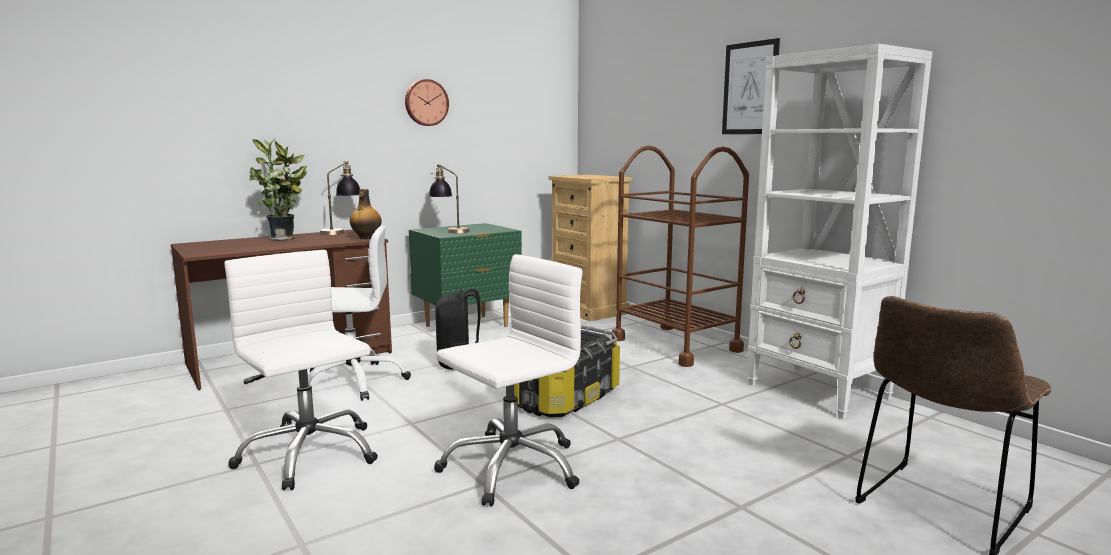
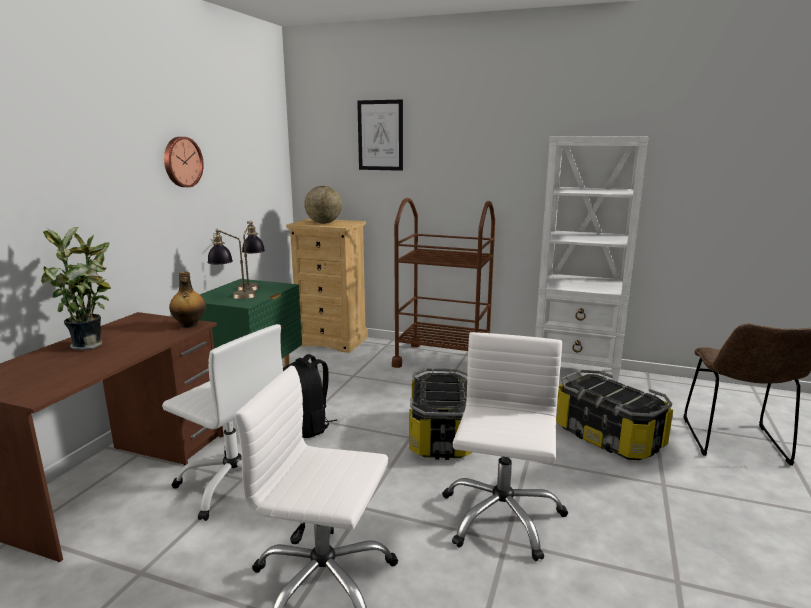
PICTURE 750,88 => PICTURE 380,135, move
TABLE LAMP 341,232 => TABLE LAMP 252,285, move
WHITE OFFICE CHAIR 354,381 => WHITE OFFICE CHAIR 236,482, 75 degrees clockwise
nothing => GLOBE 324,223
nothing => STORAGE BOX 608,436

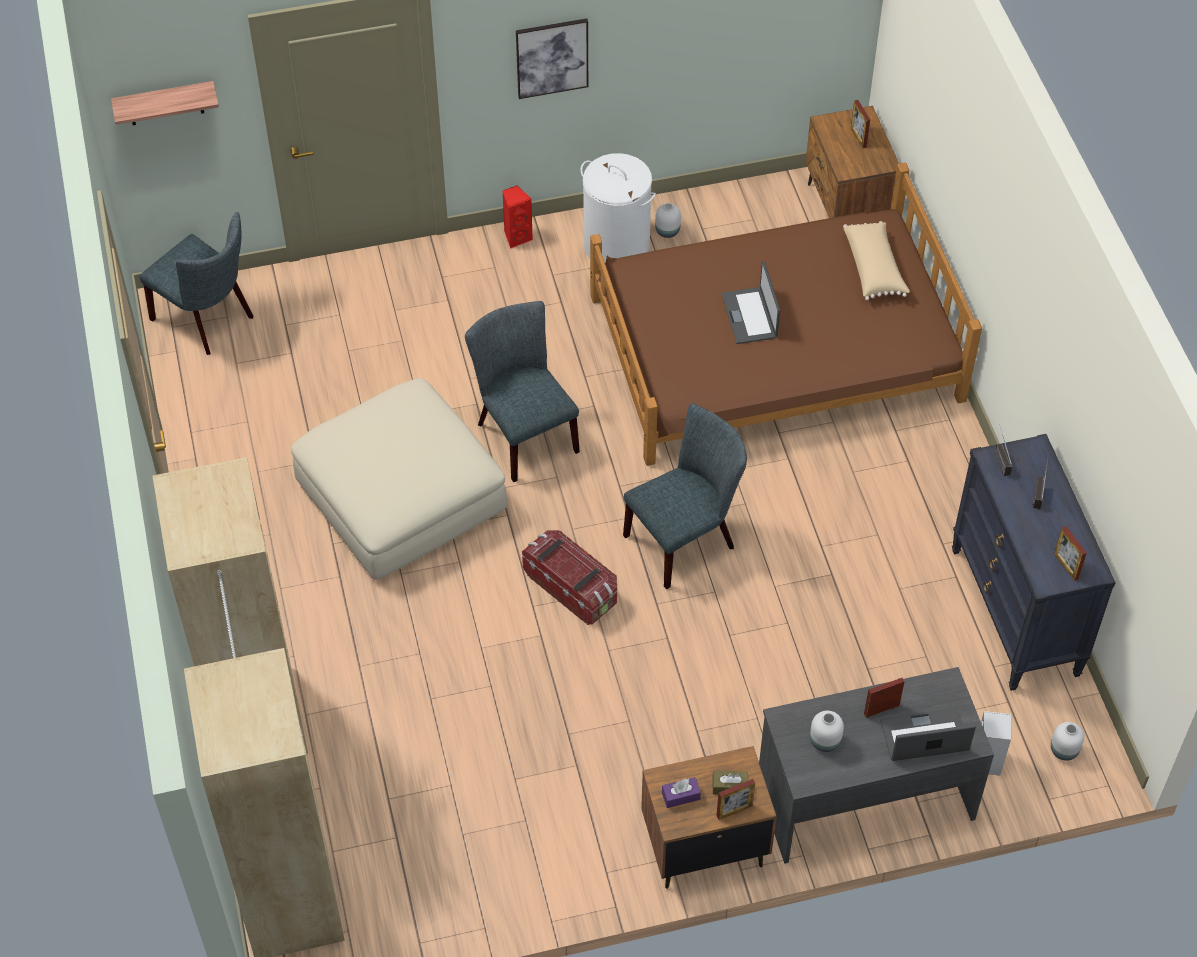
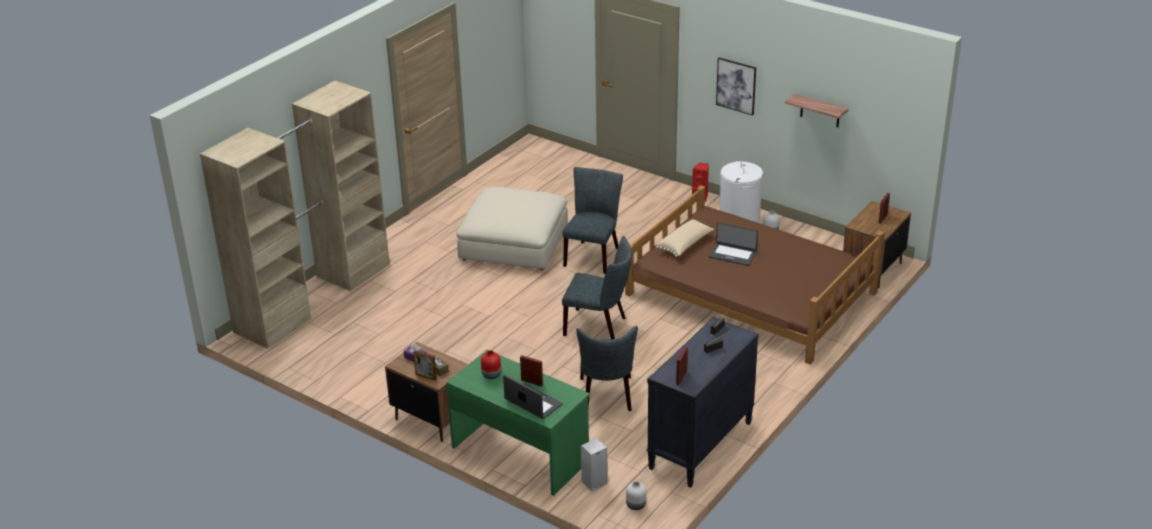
SHELF 165,103 => SHELF 820,111, move
GREY CHAIR 208,320 => GREY CHAIR 607,397, move
BEIGE PILLOW 874,268 => BEIGE PILLOW 685,245, move
LAPTOP 750,316 => LAPTOP 732,254, 105 degrees counterclockwise
STORAGE BOX 571,588 => nothing
GREY DESK 864,798 => GREEN DESK 521,453
WHITE VASE 824,740 => RED VASE 491,374

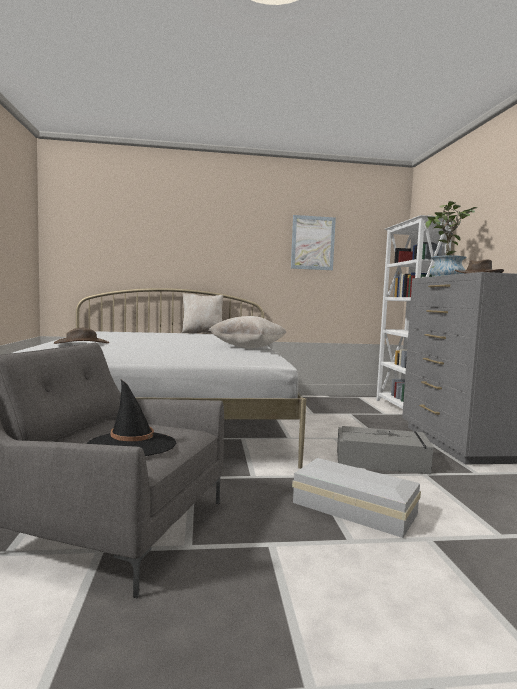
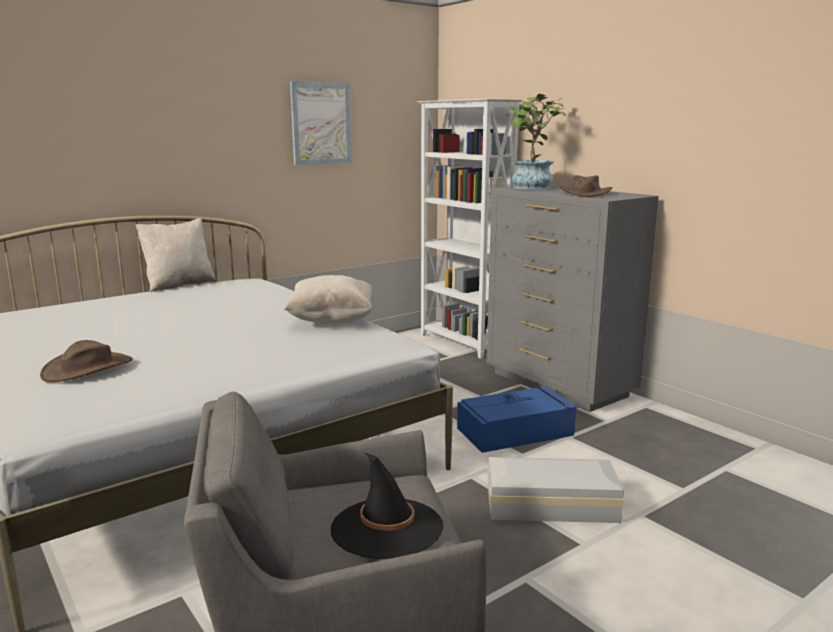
GREY STORAGE BOX 382,461 => BLUE STORAGE BOX 516,431

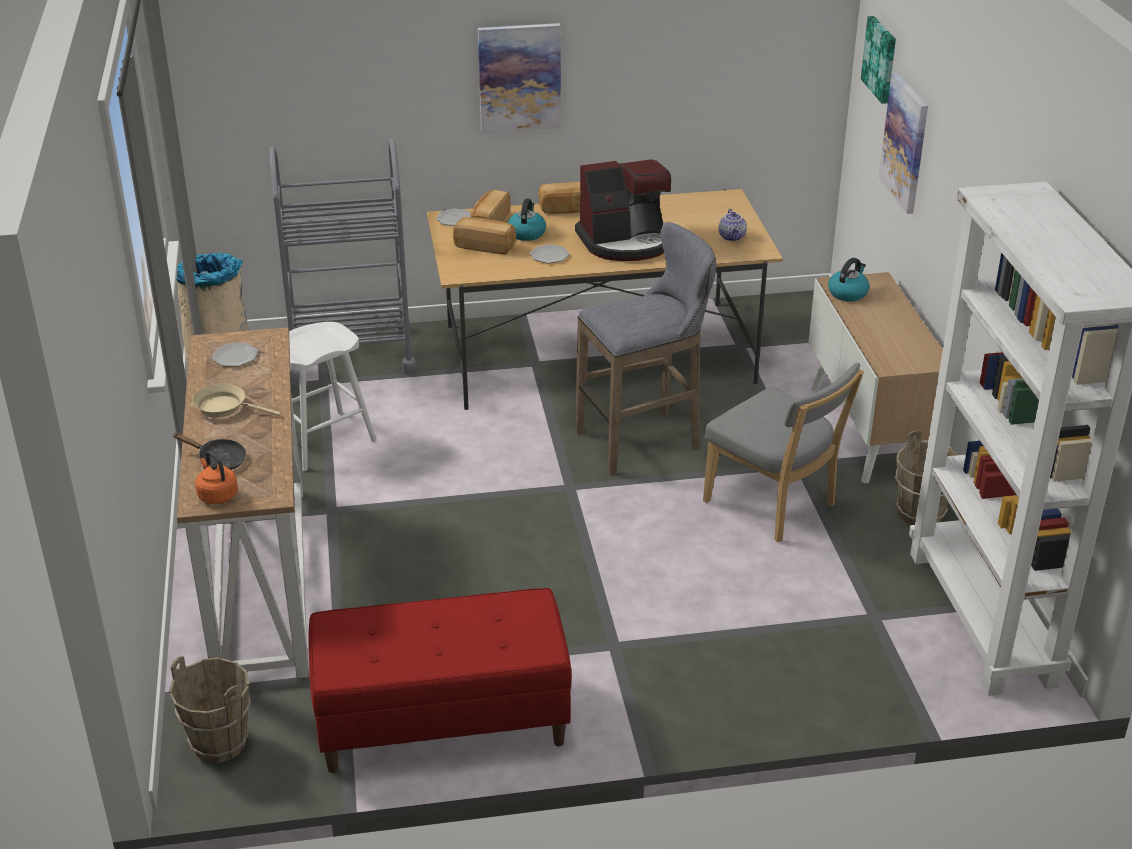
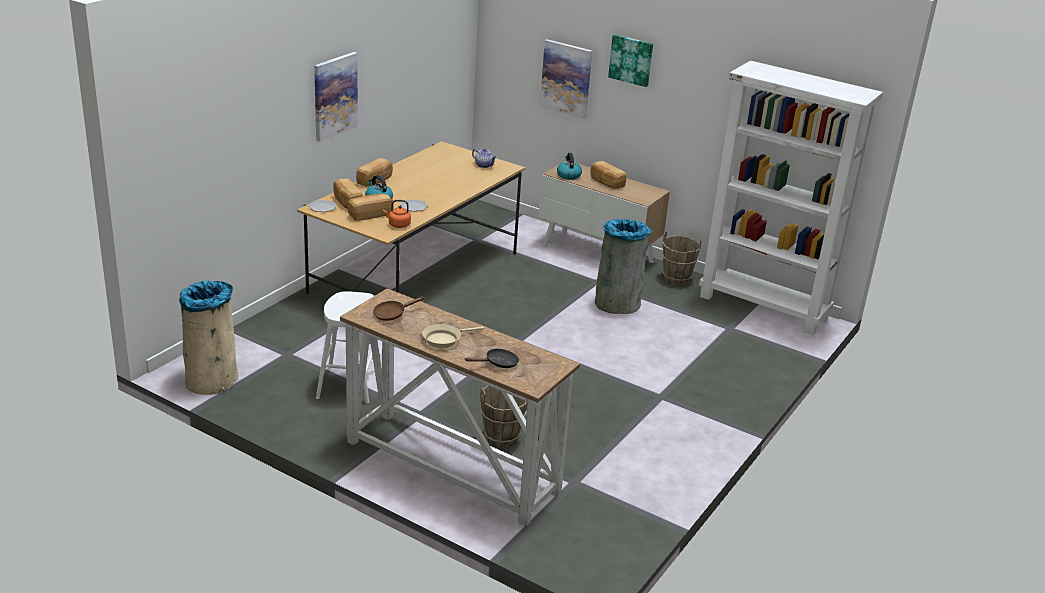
PICTURE 881,59 => PICTURE 631,60, move
GREY CART 351,354 => nothing
COFFEE MACHINE 625,242 => nothing
GREY STOOL 643,440 => nothing
PLATE 235,356 => BROWN FRYING PAN 392,314
GREY CHAIR 774,506 => GREY TRASH CAN 618,304
ORANGE KETTLE 217,495 => ORANGE KETTLE 398,225, move
RED BENCH 442,723 => nothing
BROWN BUCKET 220,743 => BROWN BUCKET 501,437, move
nothing => BREAD 606,183

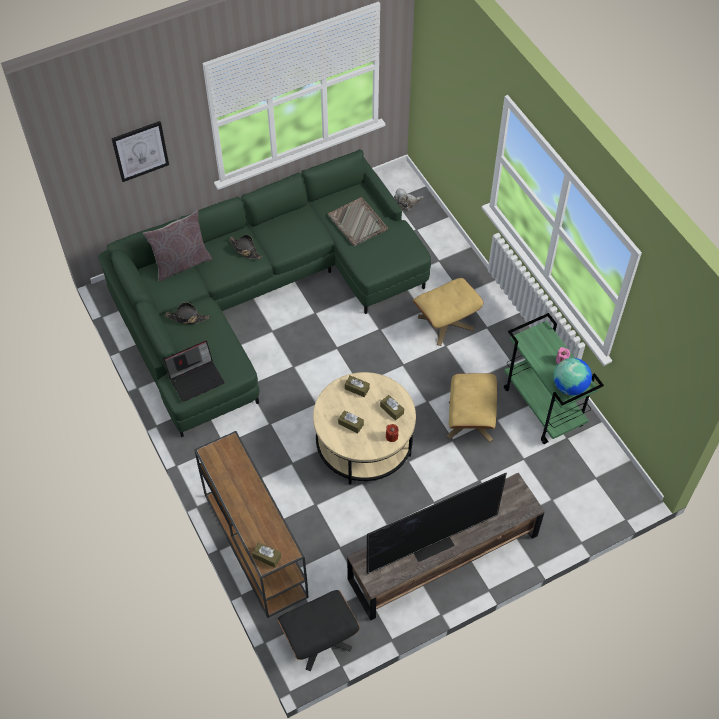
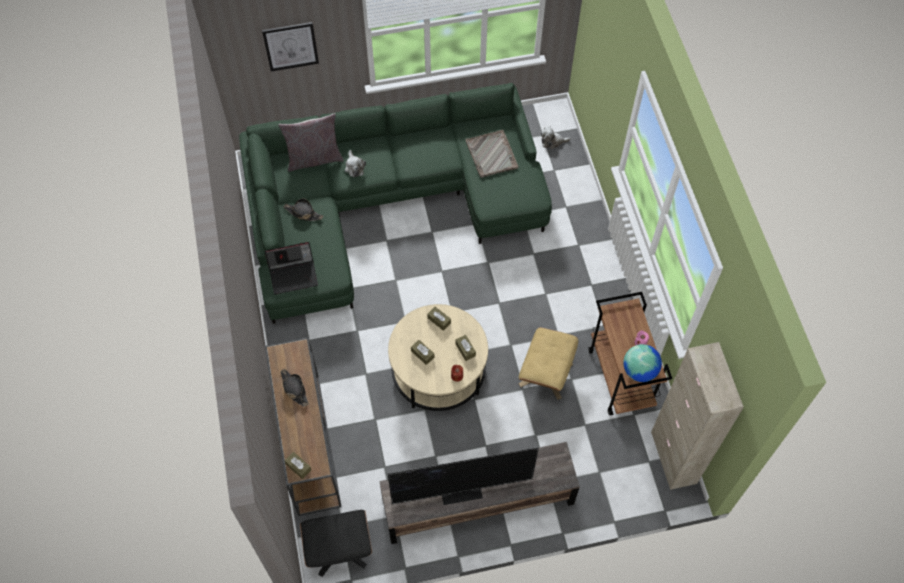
BLACK HAT 245,250 => BLACK HAT 294,389, move
BEIGE OTTOMAN 445,323 => nothing
GREEN CART 543,407 => BROWN CART 621,378
nothing => PLUSH TOY 354,167
nothing => BEIGE CABINET 673,457

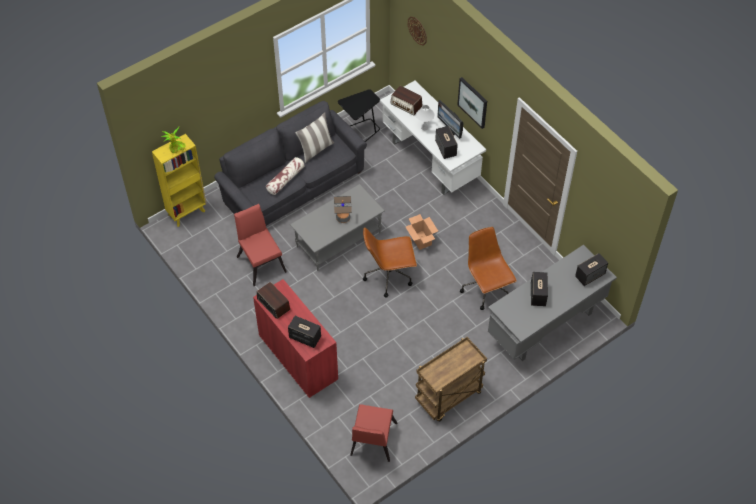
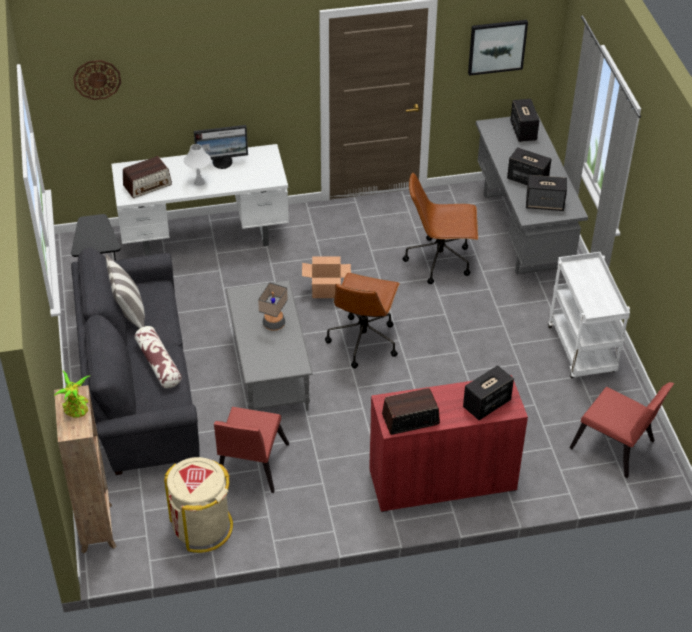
PICTURE 473,102 => PICTURE 497,46, move
SPEAKER 446,149 => SPEAKER 545,204, move
YELLOW BOOKCASE 187,212 => BROWN BOOKCASE 97,527
RED CHAIR 260,261 => RED CHAIR 250,467, 75 degrees counterclockwise
BROWN CART 448,397 => WHITE CART 582,351
nothing => BEIGE TRASH CAN 202,526

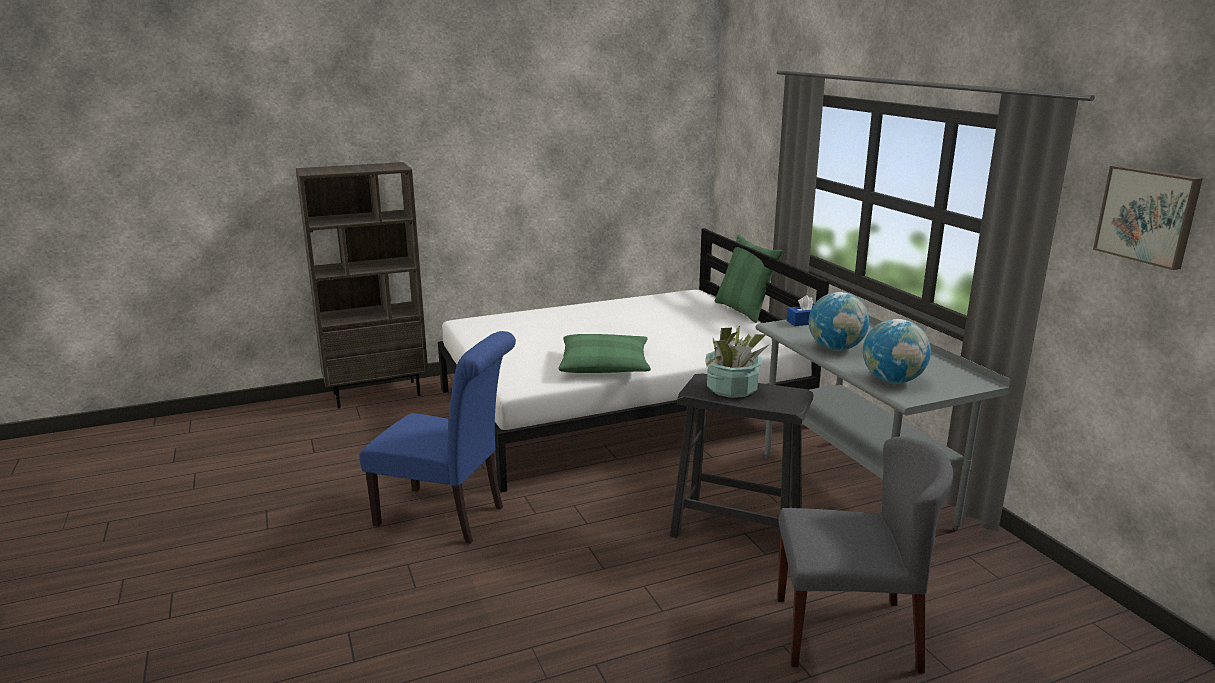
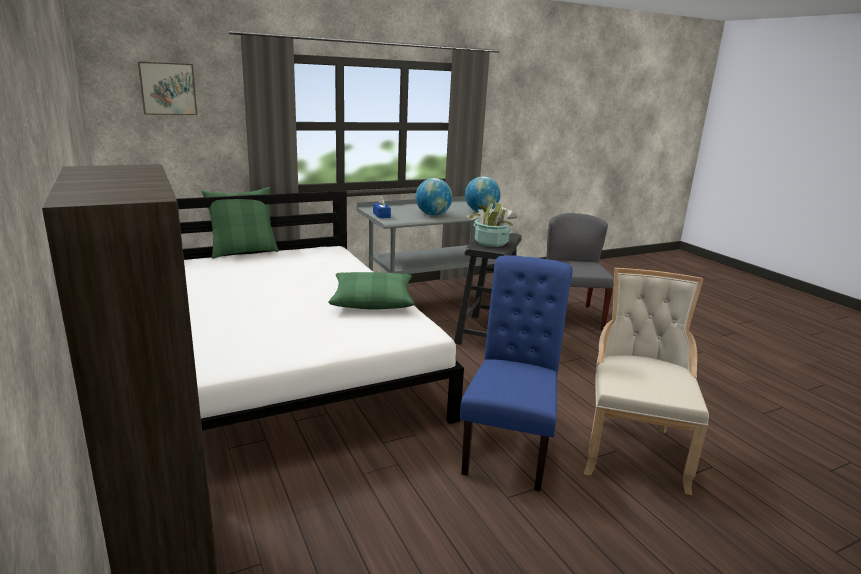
PICTURE 1148,215 => PICTURE 168,88, move
nothing => BEIGE CHAIR 632,449

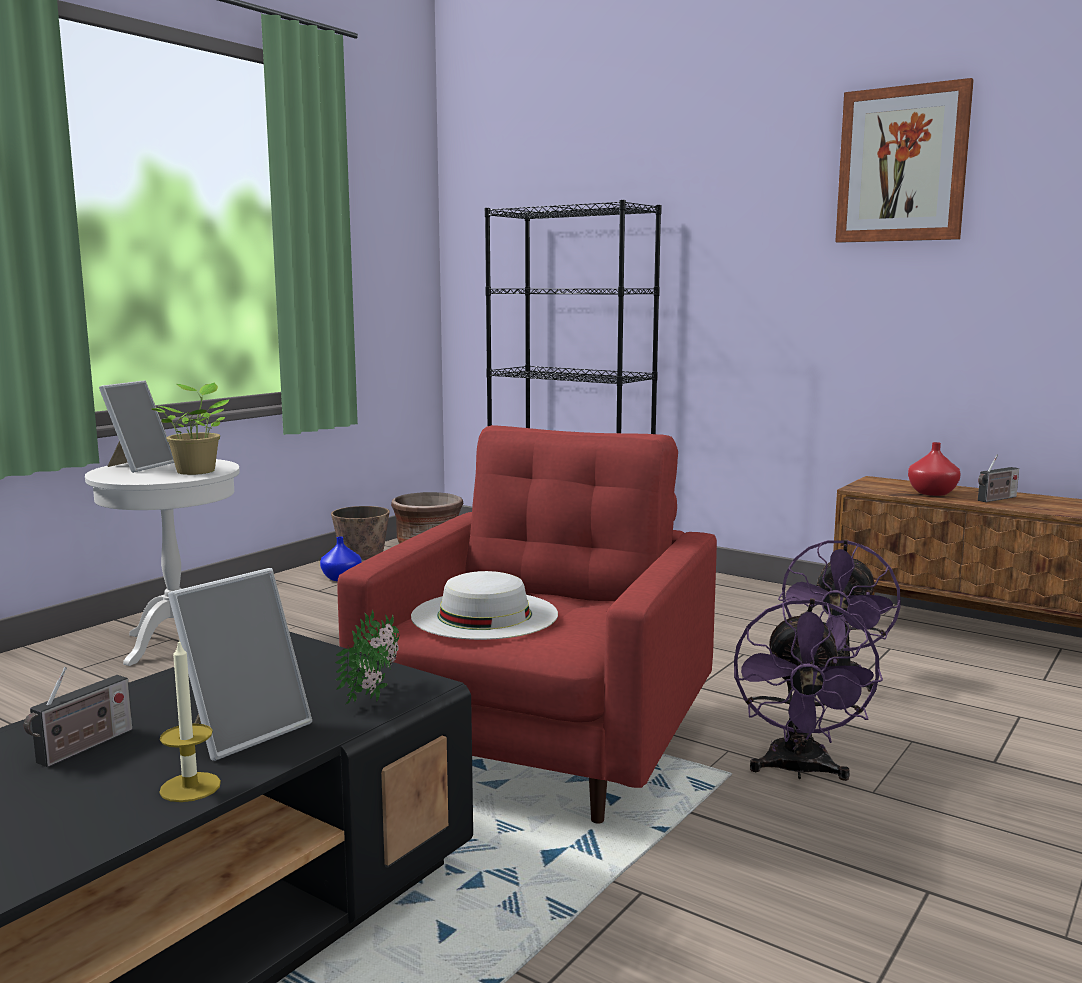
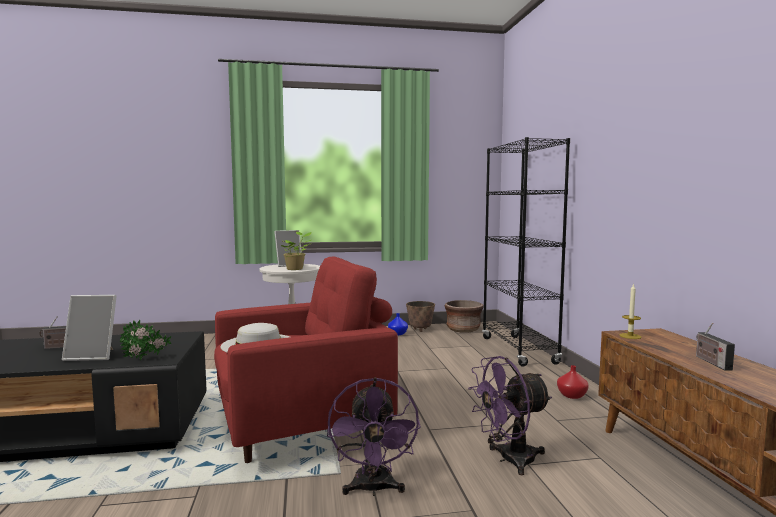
PICTURE 902,165 => nothing
RED VASE 932,493 => RED VASE 572,395, move
RADIO 996,499 => RADIO 711,362, 75 degrees clockwise
PURPLE FAN 798,771 => PURPLE FAN 373,489, 60 degrees counterclockwise
CANDLE 190,787 => CANDLE 630,336, move

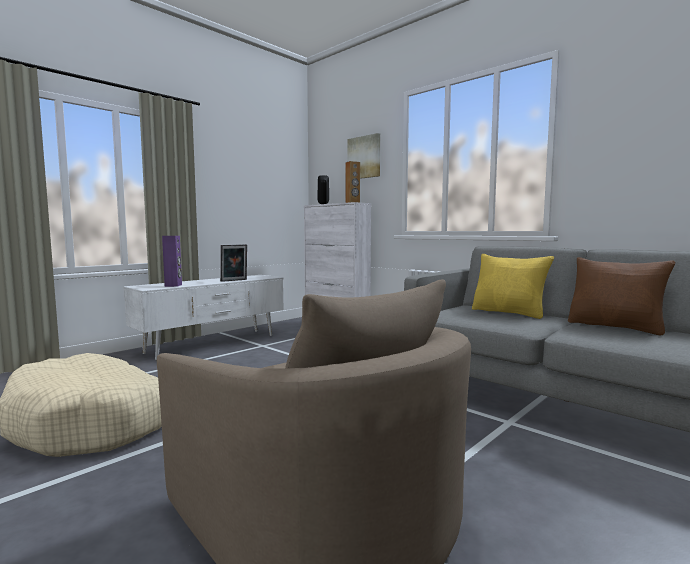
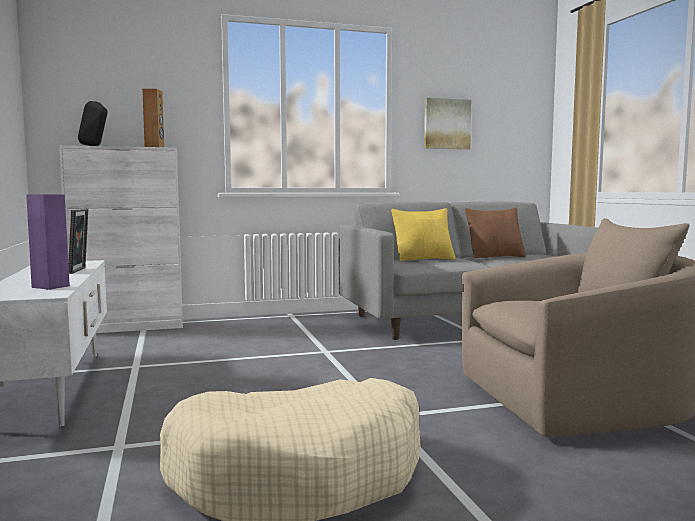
PICTURE 364,157 => PICTURE 446,124, move

